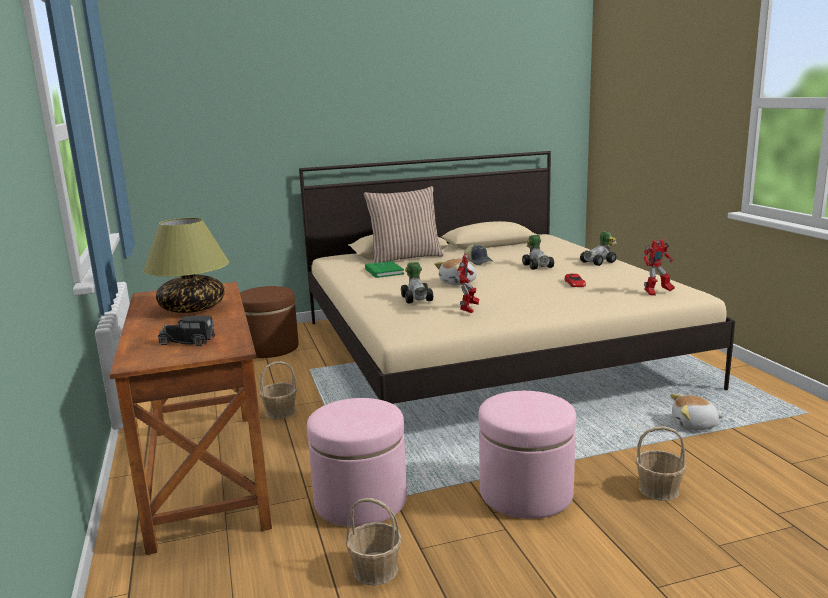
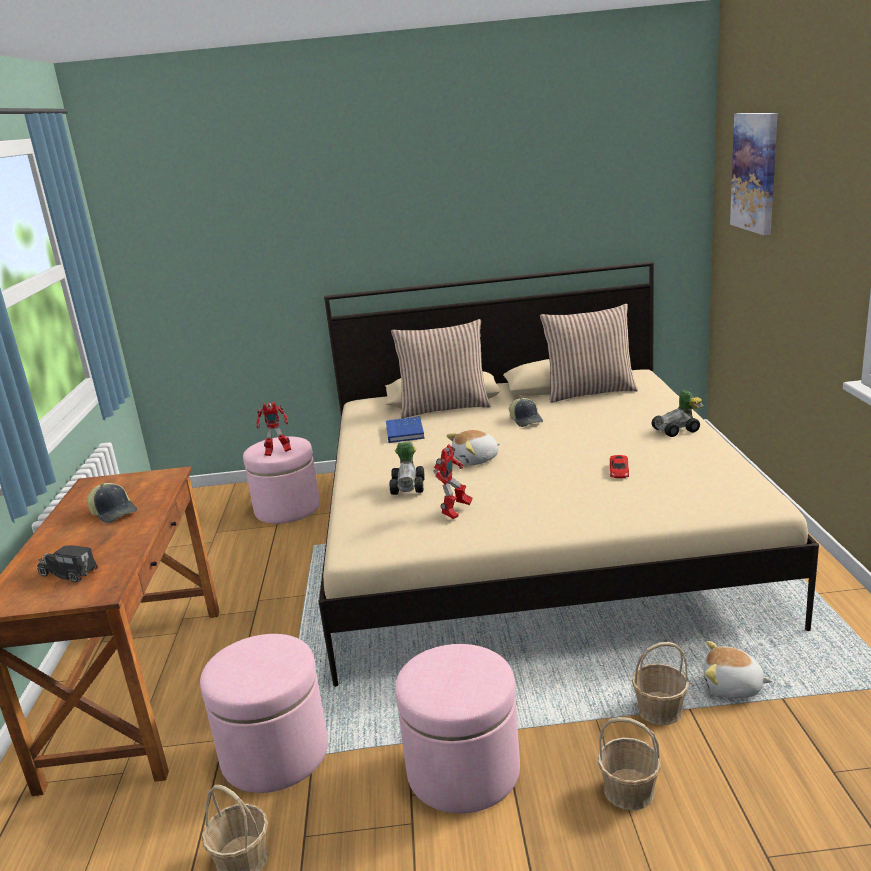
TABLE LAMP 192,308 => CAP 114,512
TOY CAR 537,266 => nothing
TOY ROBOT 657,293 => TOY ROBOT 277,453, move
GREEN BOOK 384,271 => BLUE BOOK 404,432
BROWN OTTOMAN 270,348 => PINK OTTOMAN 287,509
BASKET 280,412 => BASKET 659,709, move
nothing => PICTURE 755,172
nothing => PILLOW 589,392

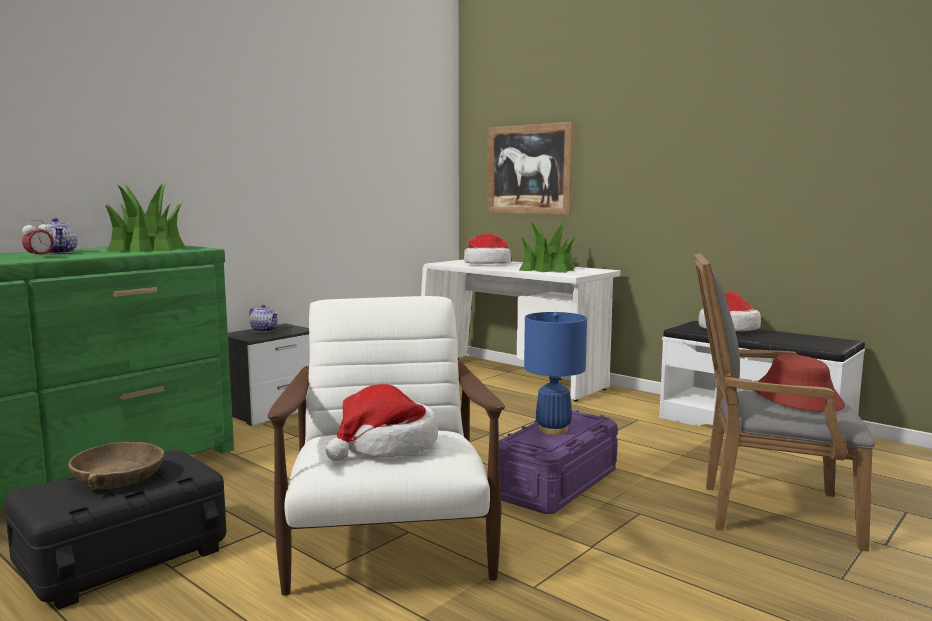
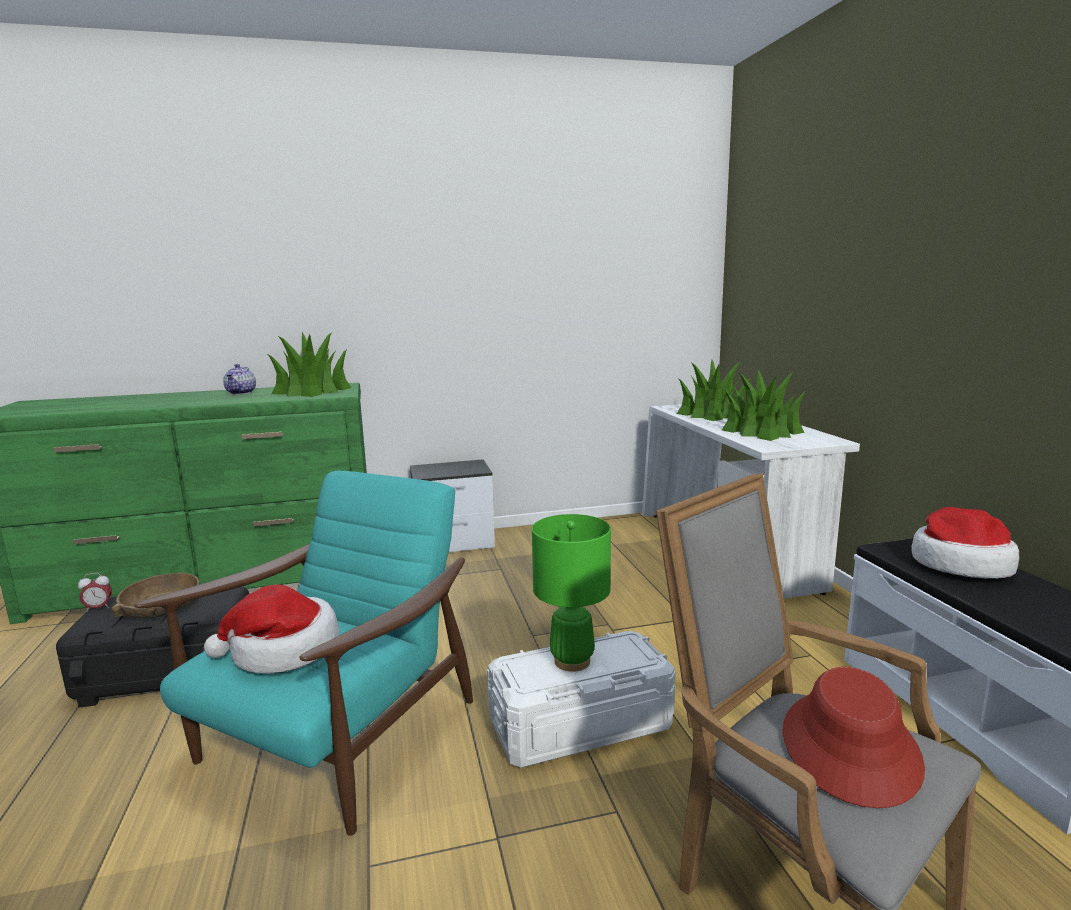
PICTURE 529,169 => nothing
ALARM CLOCK 39,257 => ALARM CLOCK 98,608, move
HAT 487,264 => POTTED PLANT 713,414
WHITE ARMCHAIR 389,542 => TURQUOISE ARMCHAIR 337,737
TEAPOT 264,330 => nothing
BLUE TABLE LAMP 553,430 => GREEN TABLE LAMP 572,661
PURPLE STORAGE BOX 557,484 => WHITE STORAGE BOX 581,725

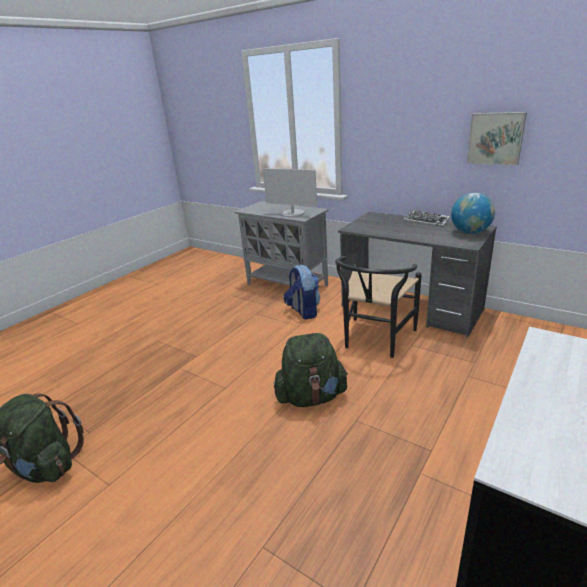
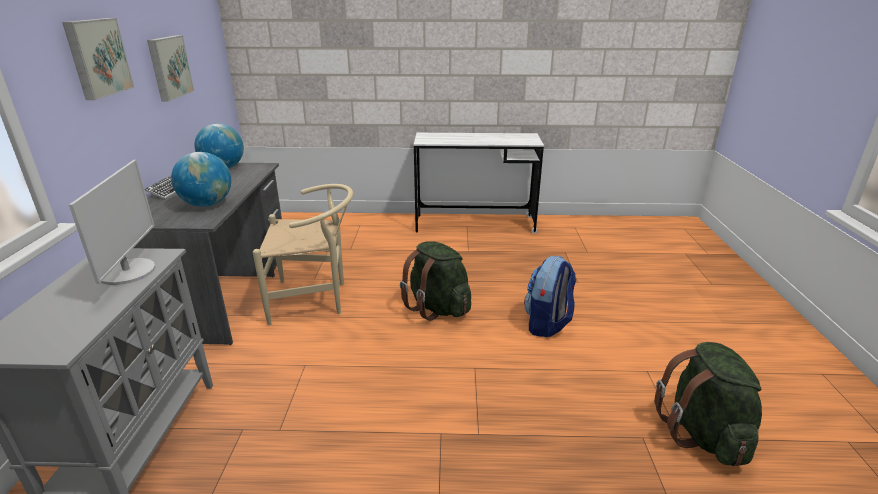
BLACK CHAIR 375,340 => BEIGE CHAIR 315,299
BACKPACK 303,311 => BACKPACK 547,324, move
nothing => PICTURE 97,57
nothing => GLOBE 207,204

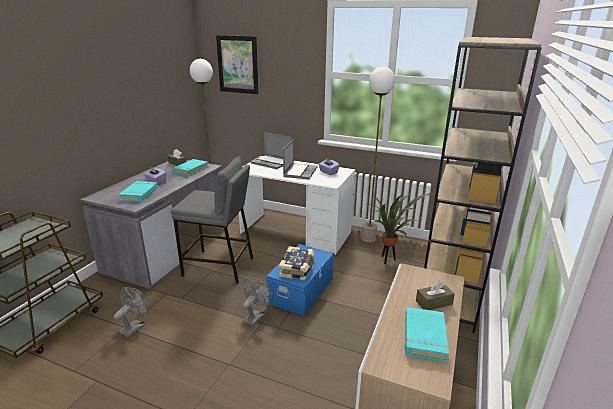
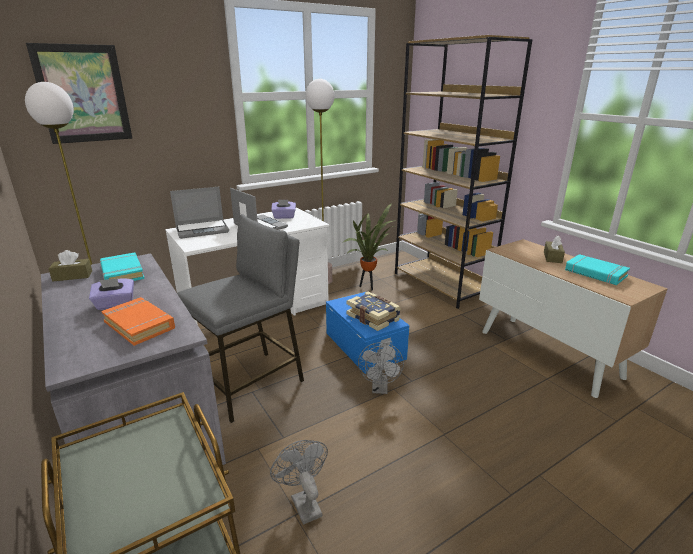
TURQUOISE BOOK 139,194 => ORANGE BOOK 140,325
GREY FAN 256,316 => GREY FAN 380,388, 150 degrees counterclockwise

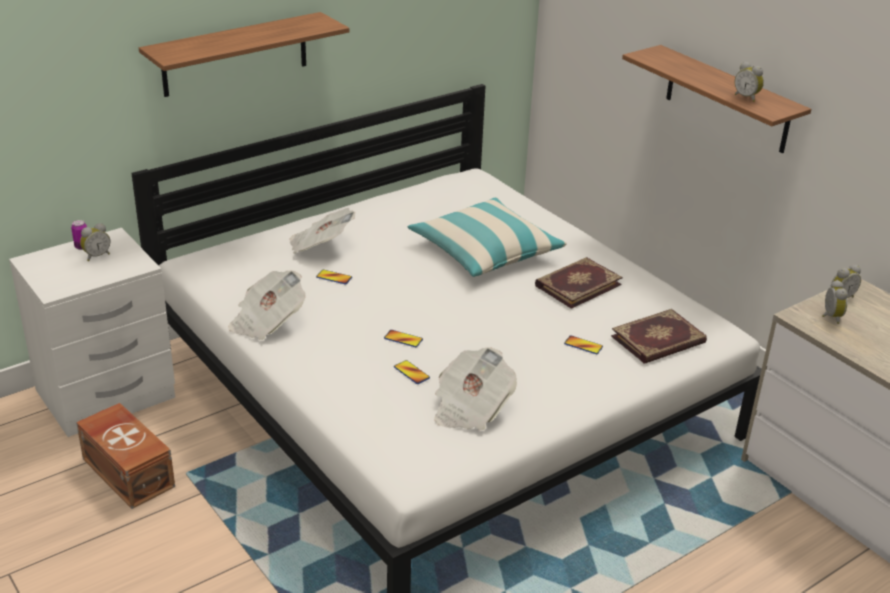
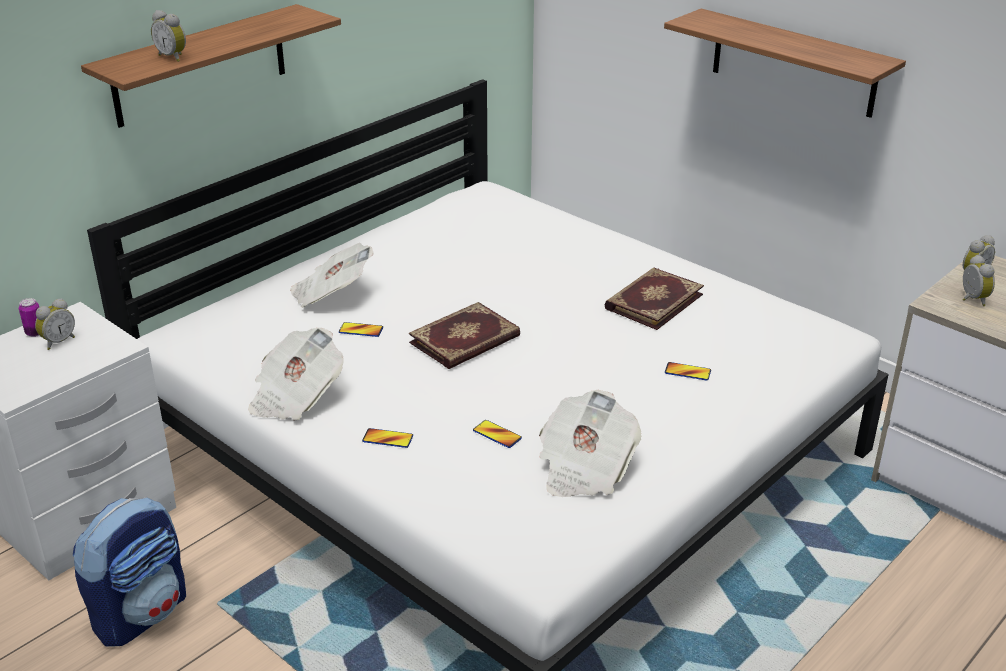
ALARM CLOCK 747,97 => ALARM CLOCK 173,57, move
PILLOW 485,251 => nothing
BOOK 659,340 => BOOK 465,340, move
PHONE 403,339 => PHONE 387,439, move
BROWN STORAGE BOX 129,471 => BACKPACK 141,613

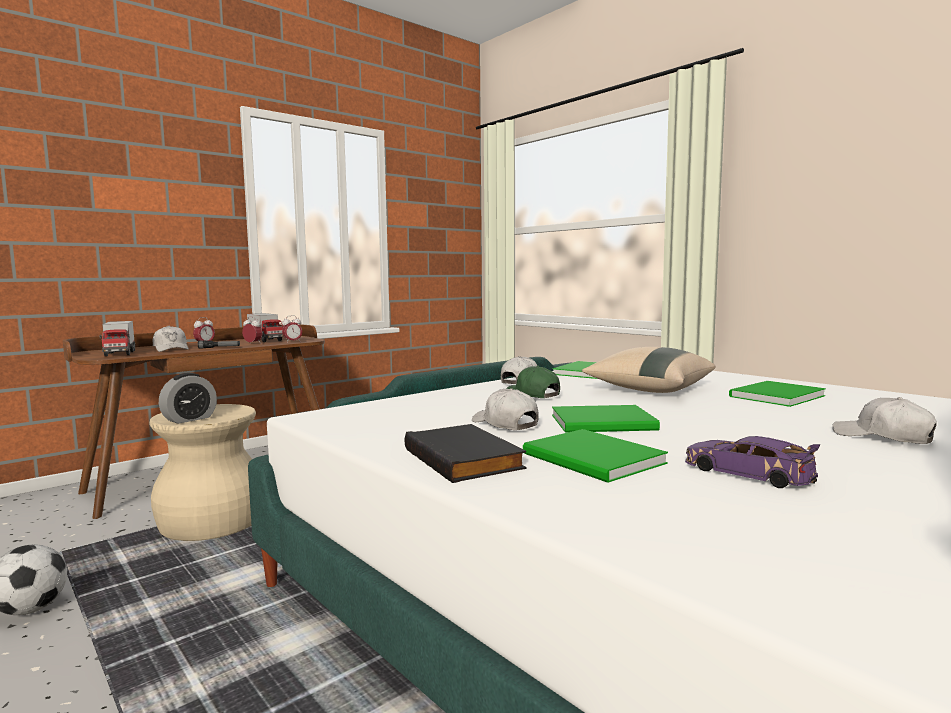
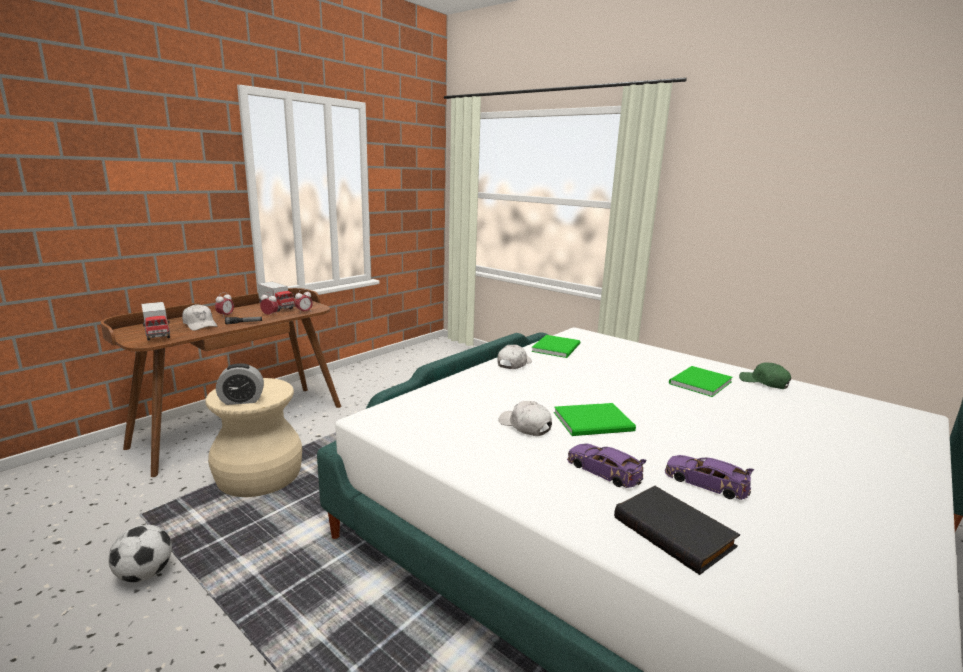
BEIGE PILLOW 648,389 => nothing
GREEN CAP 532,395 => GREEN CAP 764,383, move
ALARM CLOCK 189,419 => ALARM CLOCK 242,400, 45 degrees clockwise
WHITE CAP 883,437 => nothing
BLACK BOOK 465,459 => BLACK BOOK 675,532, move
GREEN BOOK 593,460 => PURPLE TOY CAR 604,471

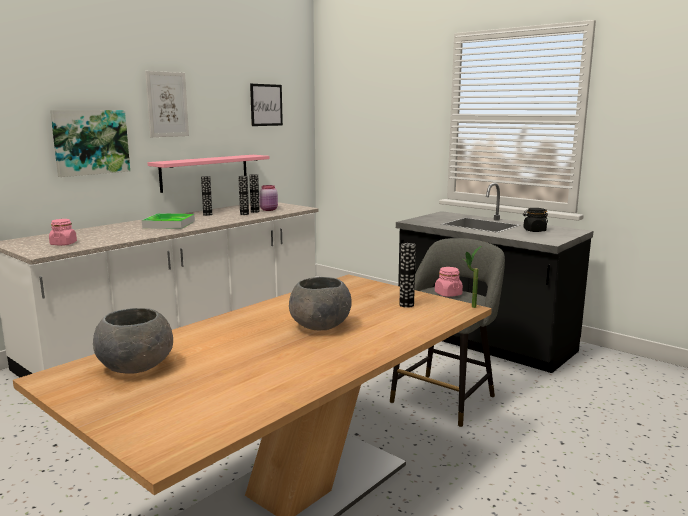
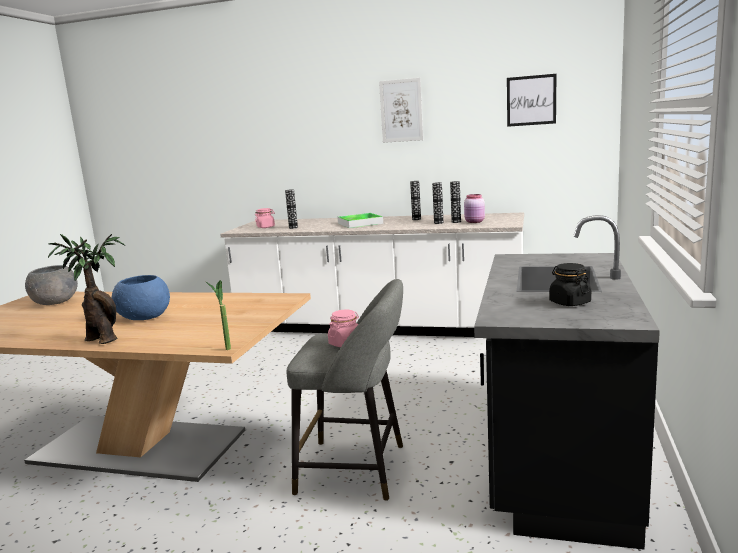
PICTURE 90,142 => nothing
PINK SHELF 205,172 => nothing
VASE 406,305 => VASE 293,227, move
GREY BOWL 320,326 => BLUE BOWL 143,317
nothing => POTTED PLANT 101,339

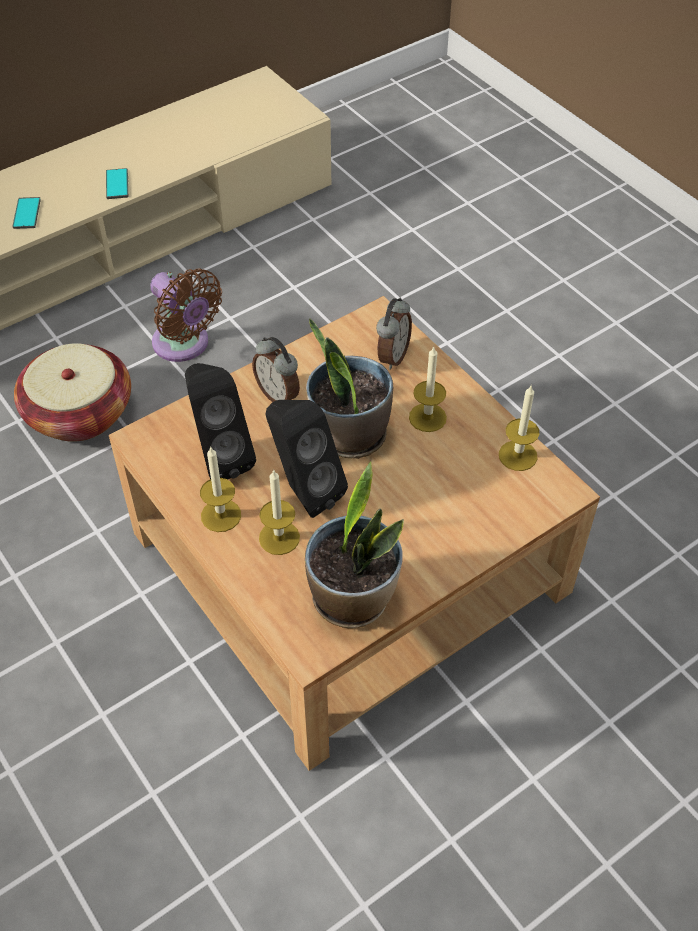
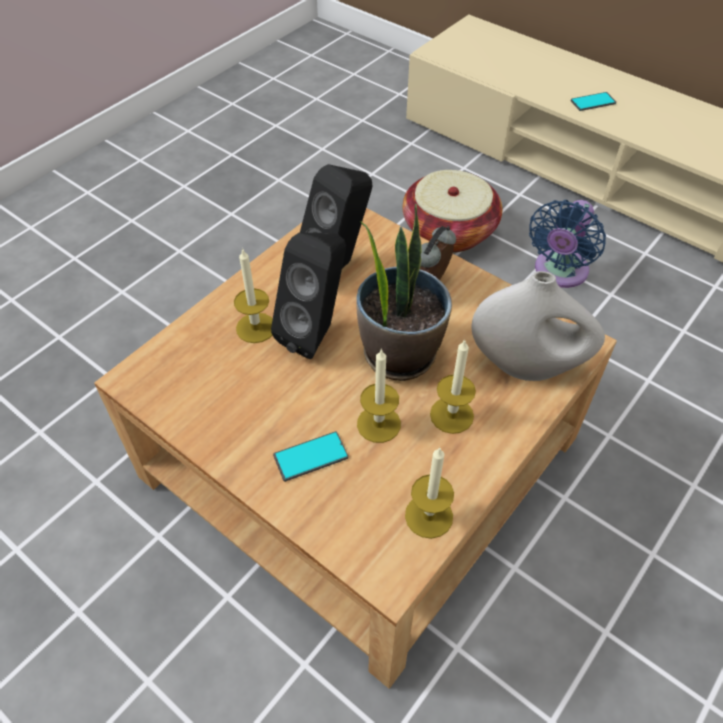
PHONE 117,184 => PHONE 311,457, move
BROWN FAN 184,345 => BLUE FAN 558,272
ALARM CLOCK 392,356 => WHITE VASE 527,365
CANDLE 221,515 => CANDLE 378,424, move
POTTED PLANT 352,599 => nothing

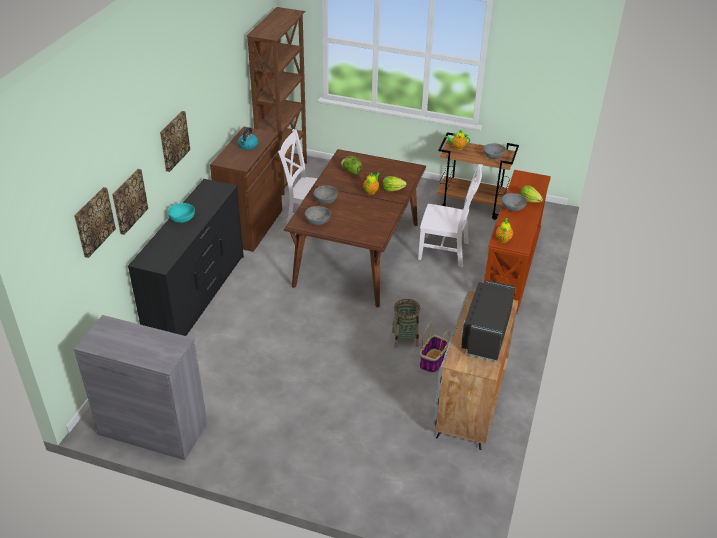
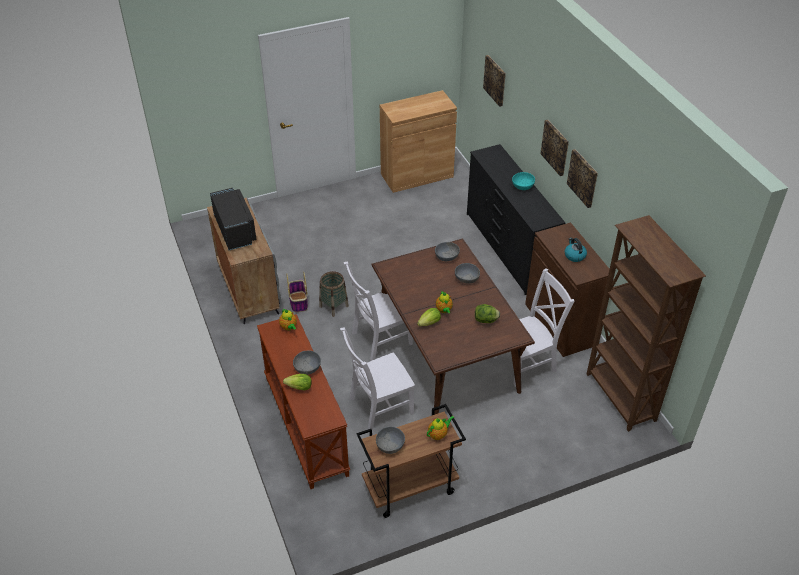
PICTURE 128,201 => PICTURE 583,178, move
GREY CABINET 153,429 => BROWN CABINET 417,175
nothing => WHITE CHAIR 379,339

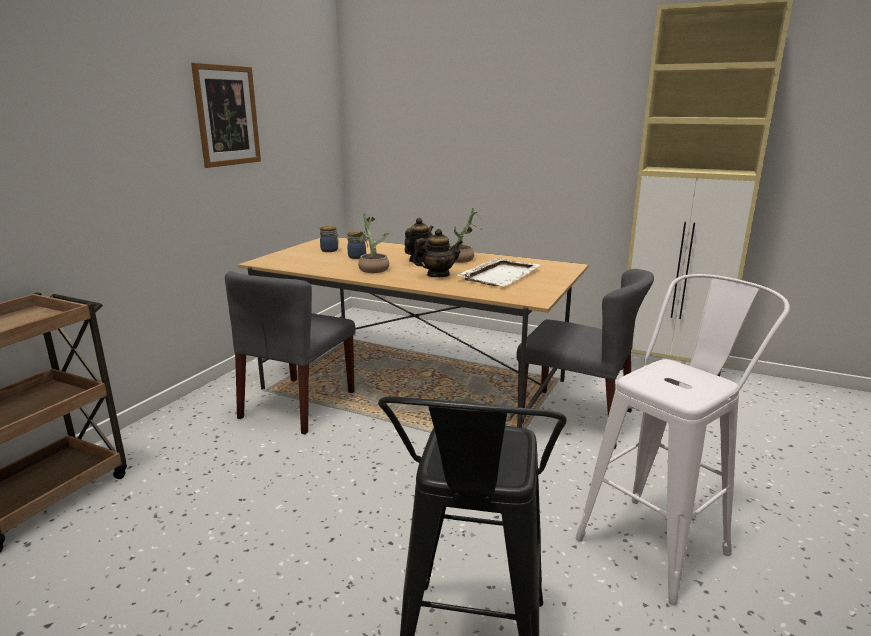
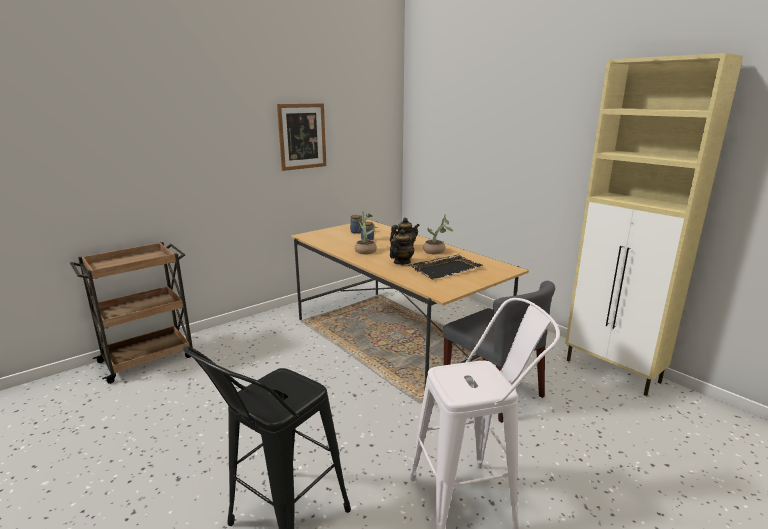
TEAPOT 438,275 => TEAPOT 401,262, 60 degrees counterclockwise
WHITE TRAY 500,275 => BLACK TRAY 446,269
GREY CHAIR 298,405 => nothing

